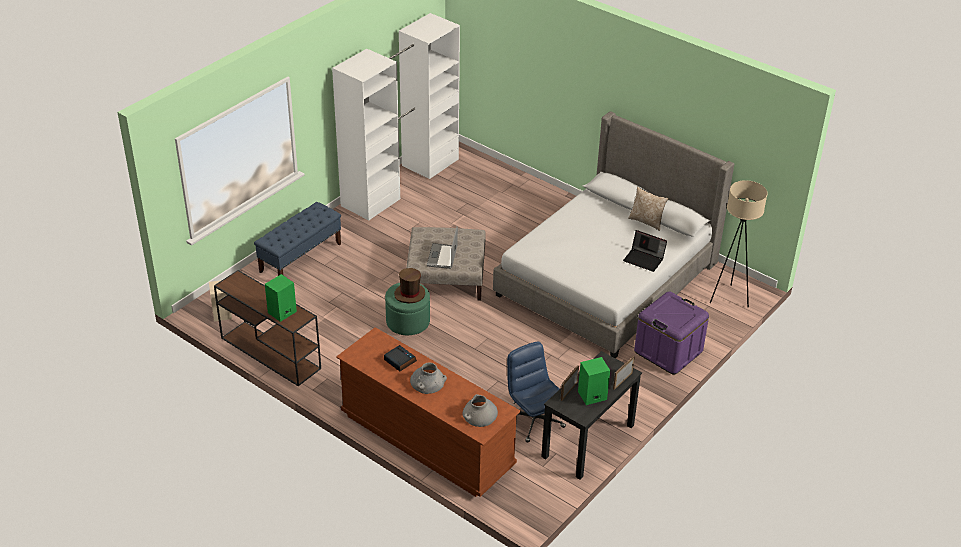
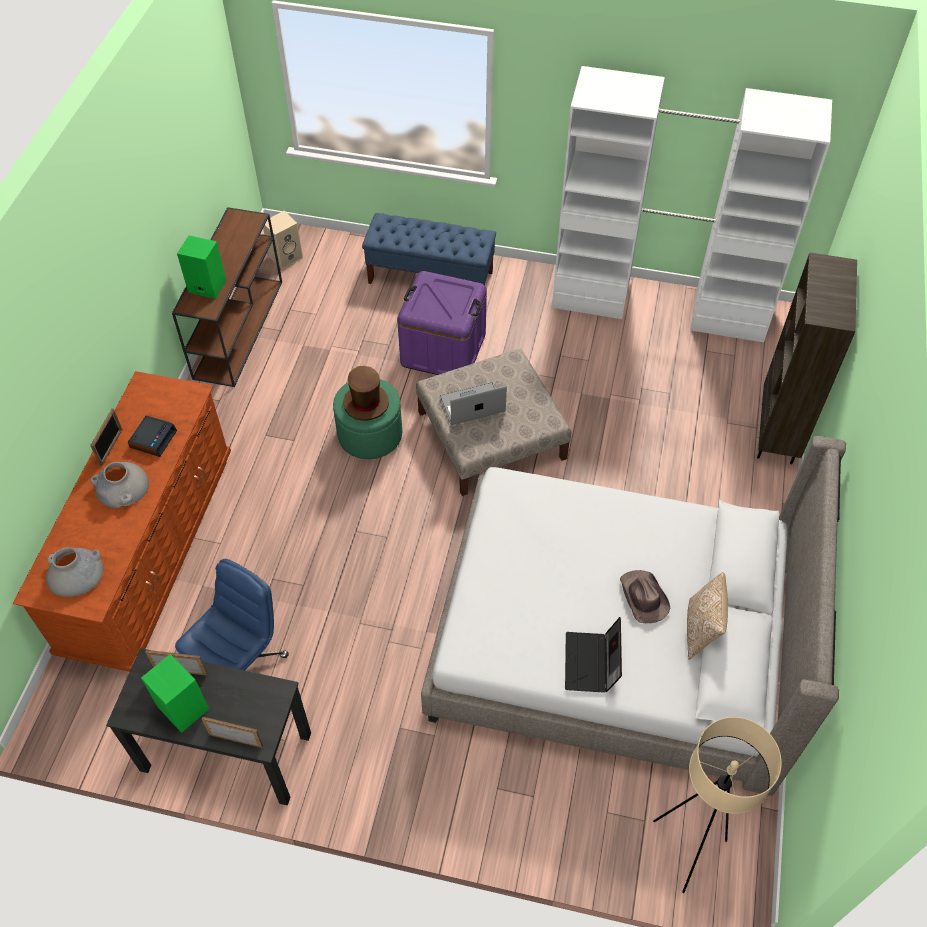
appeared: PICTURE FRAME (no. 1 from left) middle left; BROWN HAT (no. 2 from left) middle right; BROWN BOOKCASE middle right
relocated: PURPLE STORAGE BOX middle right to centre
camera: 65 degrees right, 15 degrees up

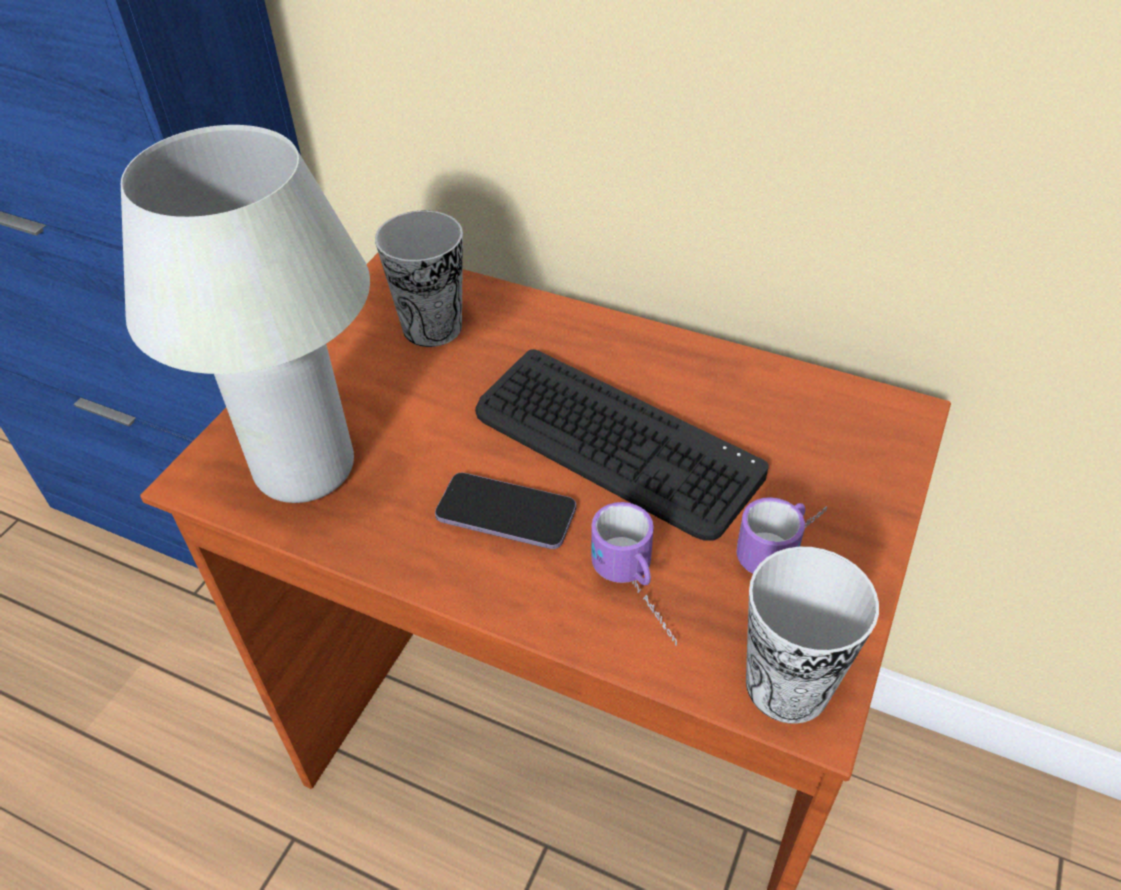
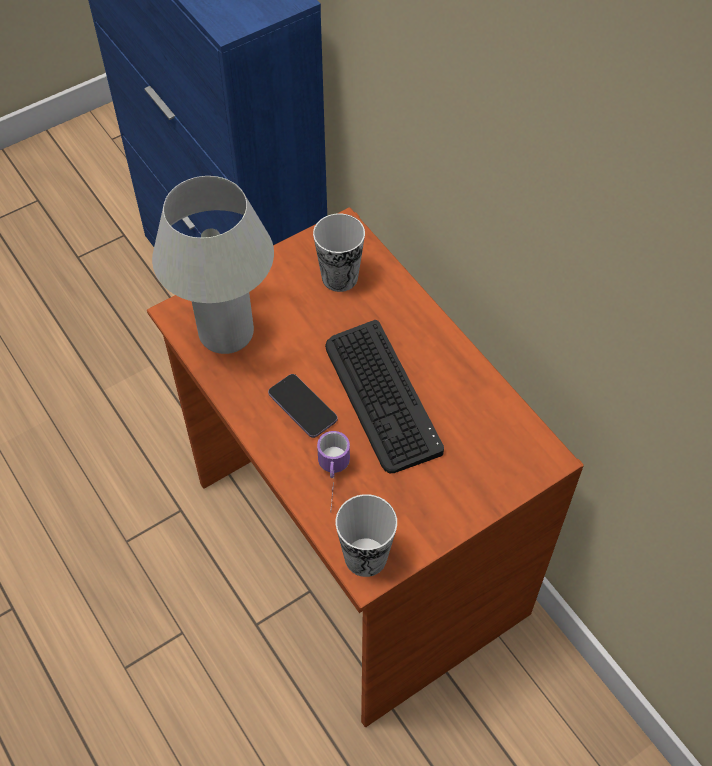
missing: MUG (no. 2 from left) middle right
camera: 30 degrees right, 10 degrees up

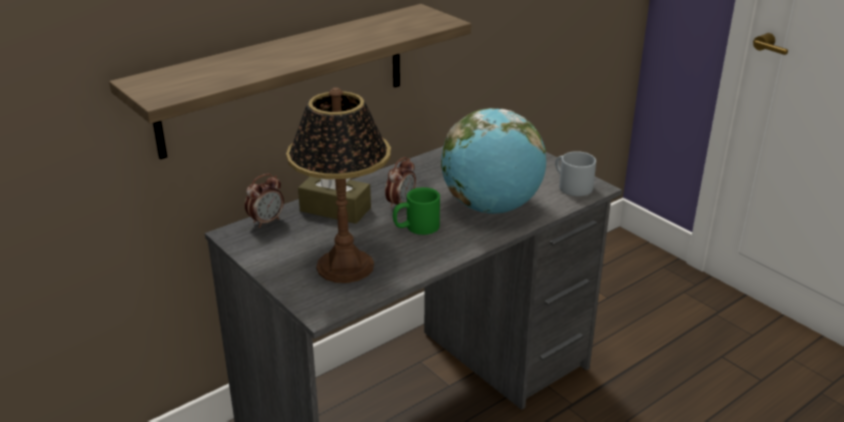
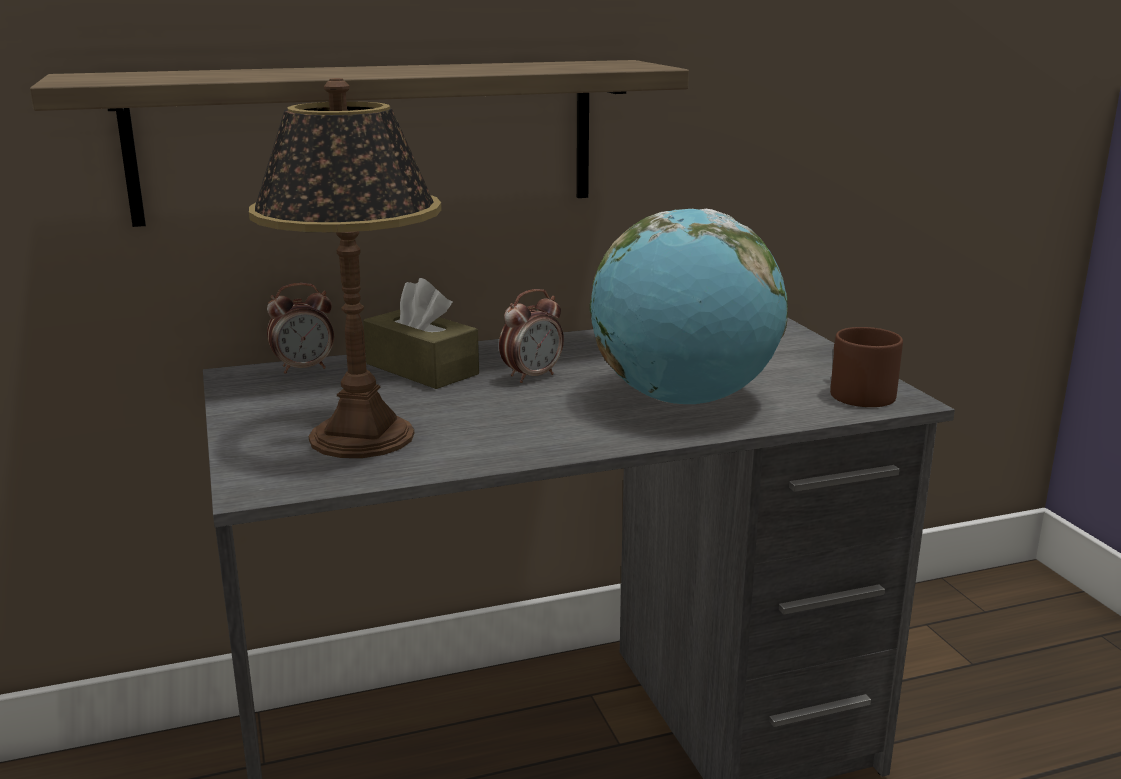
missing: GREEN MUG centre
colour: GREY MUG middle right to BROWN MUG middle right
camera: 20 degrees right, 10 degrees down

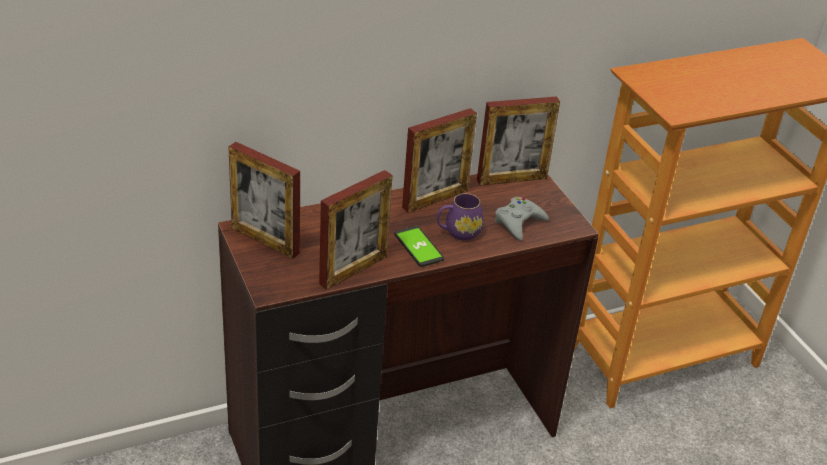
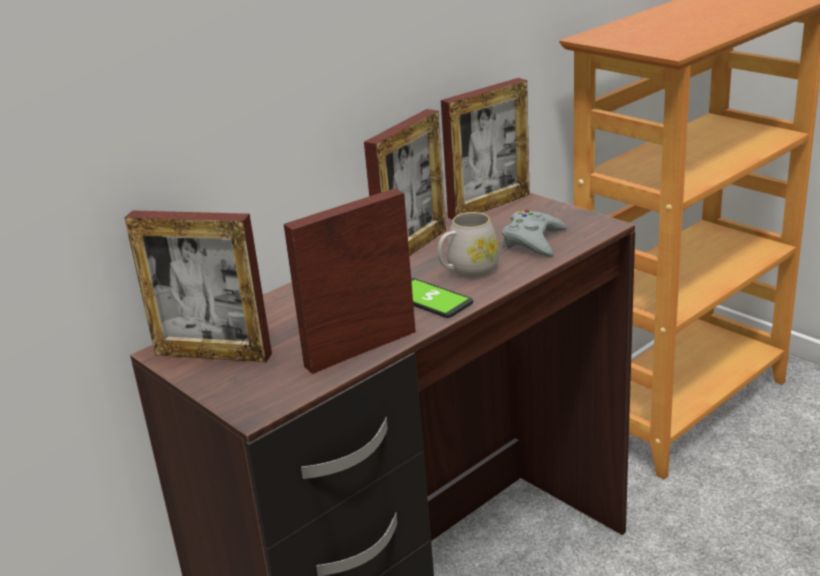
colour: PURPLE MUG centre to WHITE MUG centre
spun: PICTURE FRAME (no. 2 from left) centre = centre 150 degrees counterclockwise
camera: 15 degrees left, 10 degrees down

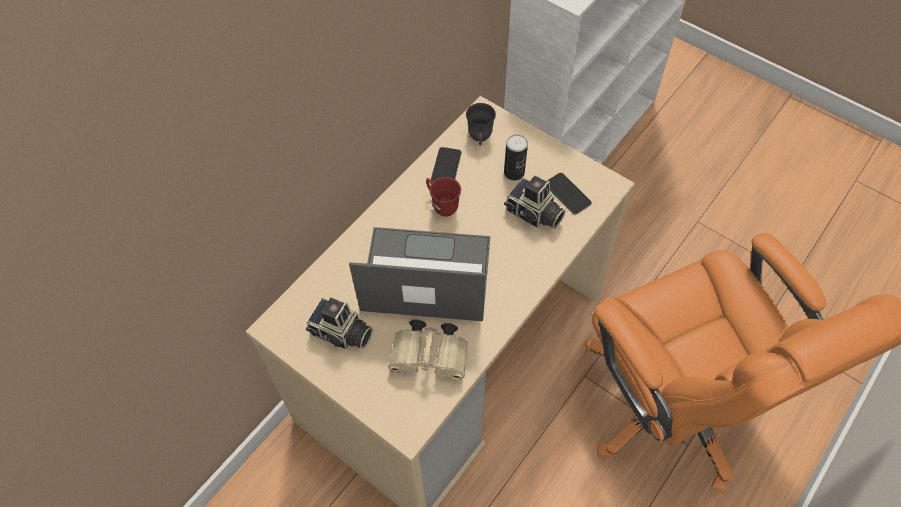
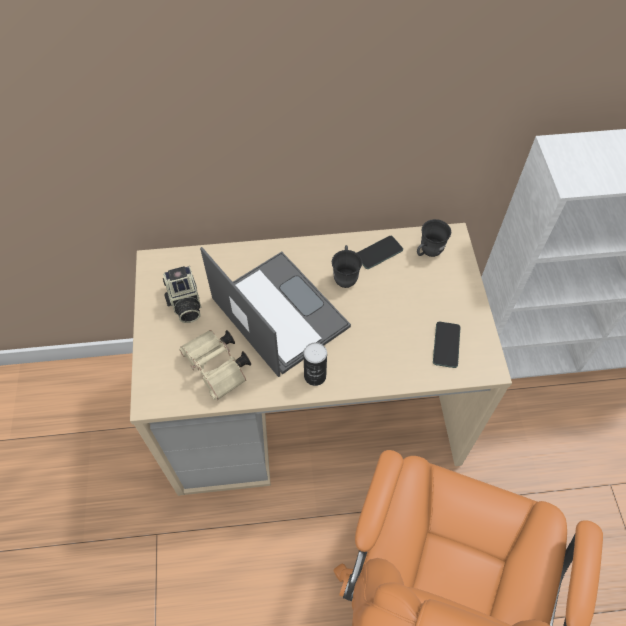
missing: PHOTO CAMERA (no. 2 from left) centre
relocated: CAN top centre to centre
colour: RED MUG centre to GREY MUG (no. 1 from left) centre
camera: 45 degrees right, 0 degrees up

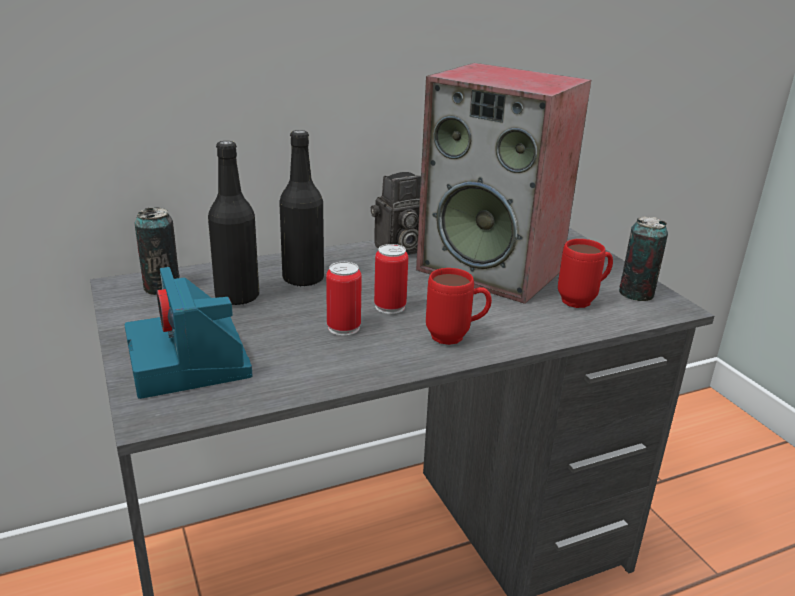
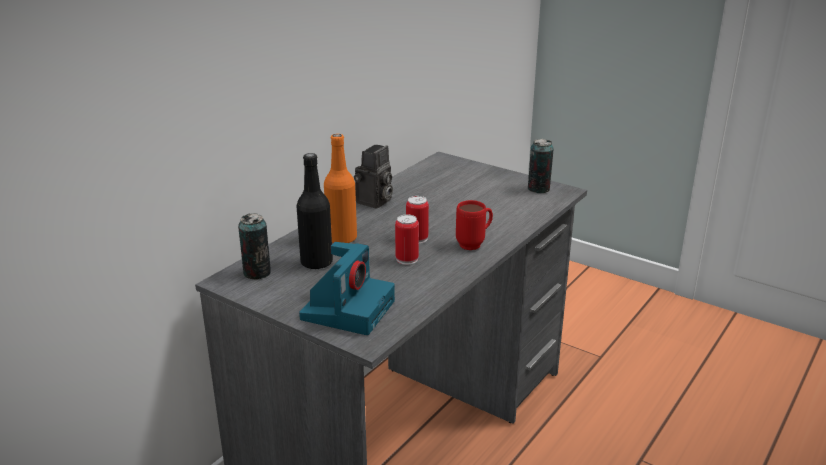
missing: SPEAKER top centre; RED MUG (no. 2 from left) middle right
colour: BLACK BOTTLE (no. 2 from left) centre to ORANGE BOTTLE centre
spun: PHOTO CAMERA (no. 1 from left) middle left = centre 105 degrees counterclockwise
camera: 30 degrees left, 0 degrees up

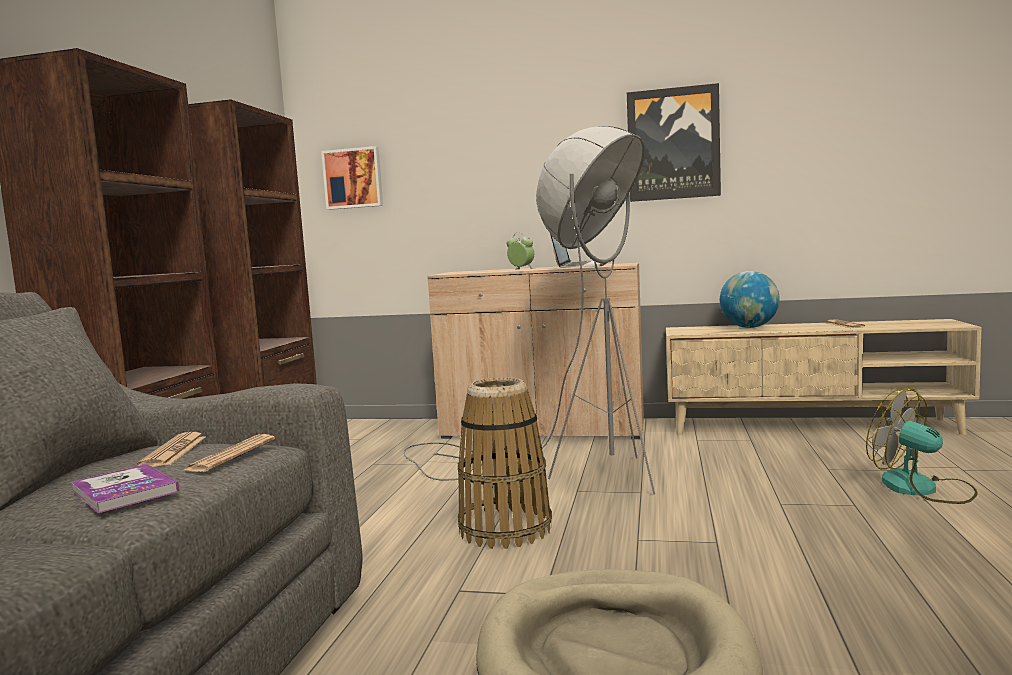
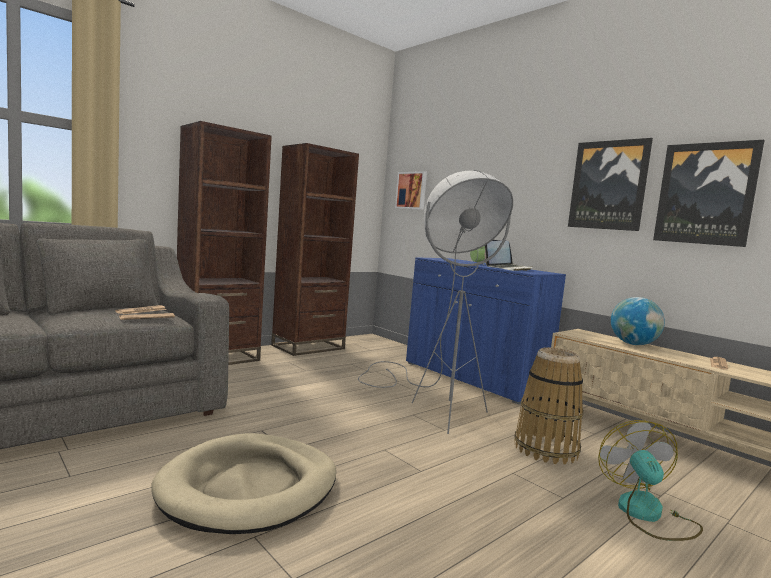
missing: BOOK bottom left
appeared: PICTURE (no. 3 from left) middle right
relocated: BASKET bottom centre to bottom right
colour: BEIGE CABINET centre to BLUE CABINET centre
camera: 35 degrees right, 0 degrees up

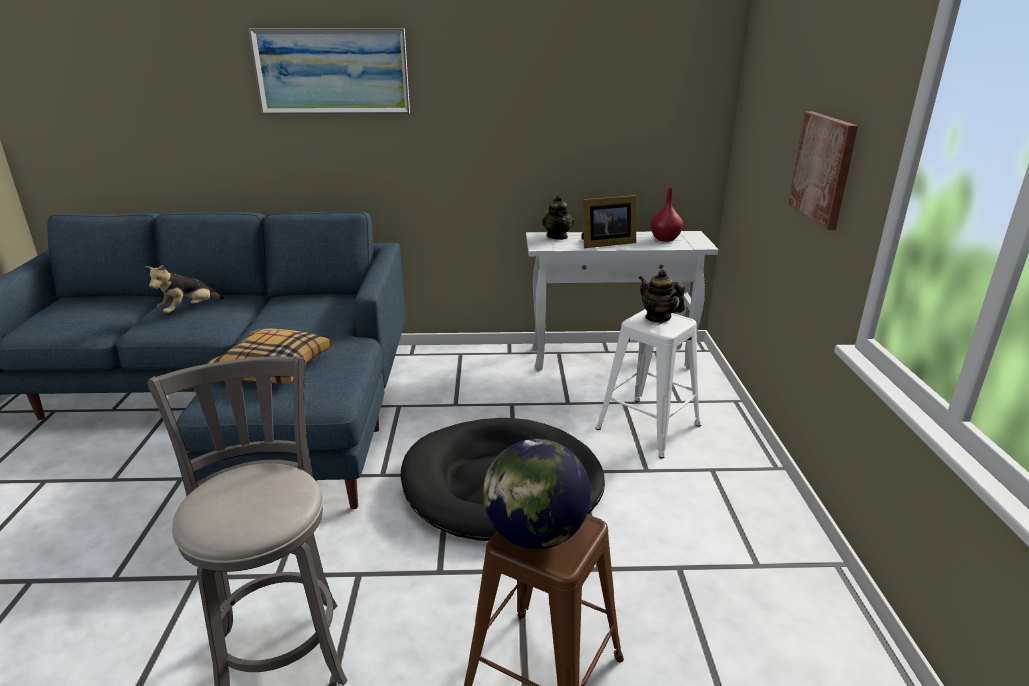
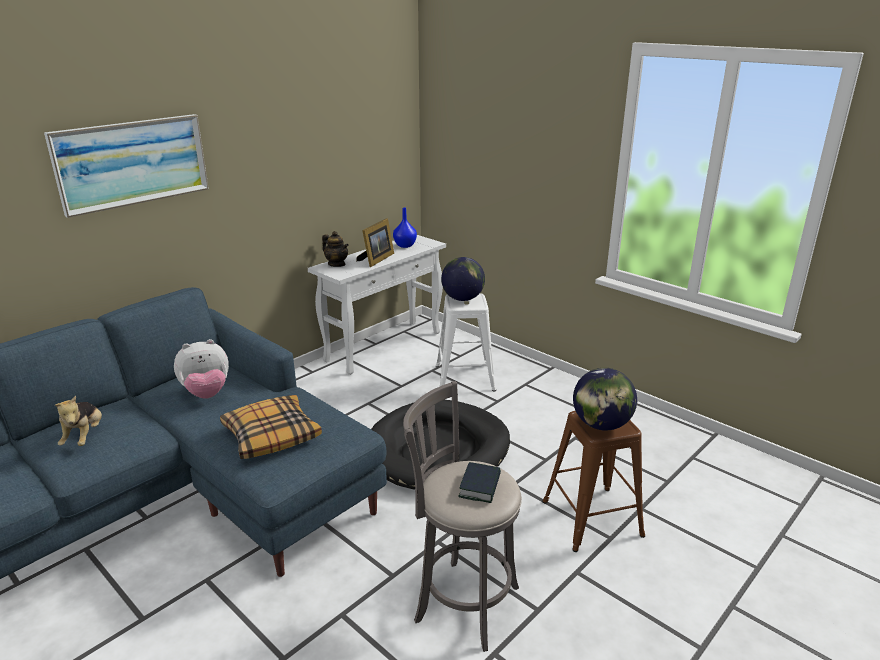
missing: PICTURE (no. 2 from left) top right
appeared: PLUSH TOY (no. 2 from left) middle left; BOOK bottom centre
exchanged: TEAPOT (no. 2 from left) centre to GLOBE (no. 1 from left) centre
colour: RED VASE top centre to BLUE VASE centre
camera: 45 degrees left, 0 degrees up

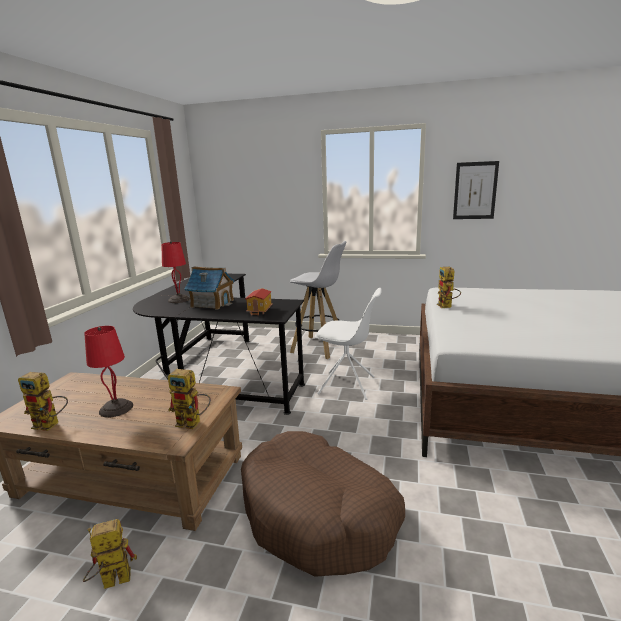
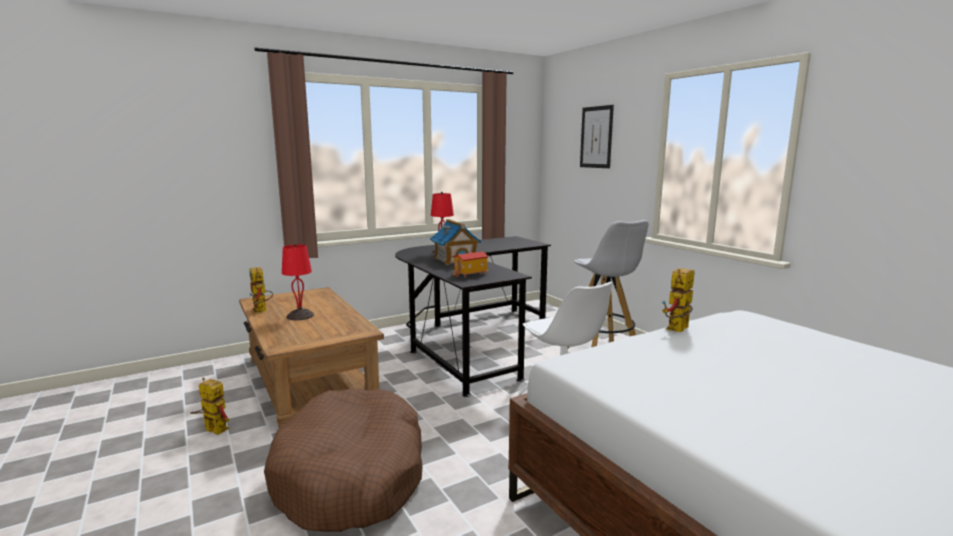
missing: TOY ROBOT (no. 3 from left) middle left
relocated: PICTURE top right to top centre
camera: 45 degrees right, 5 degrees down

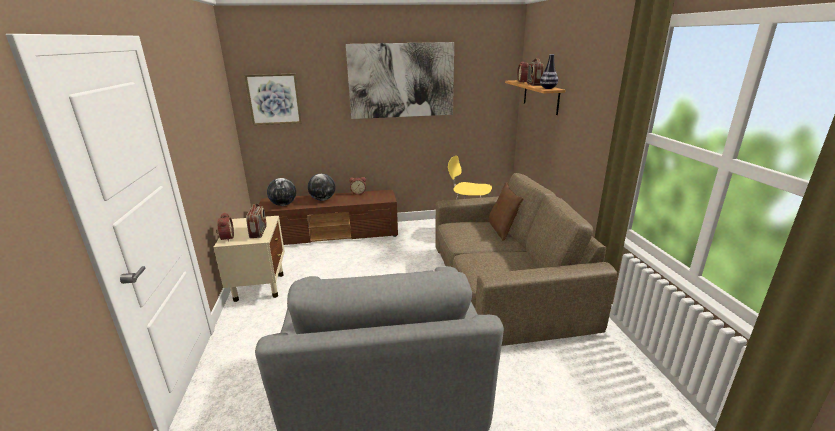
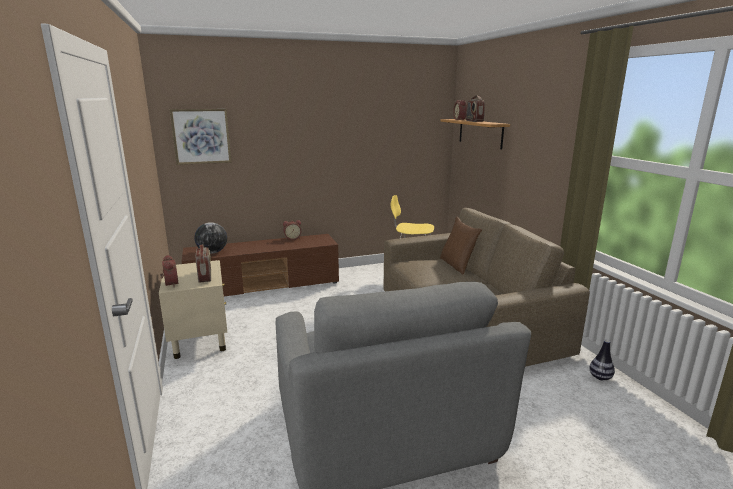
missing: GLOBE (no. 2 from left) centre; PICTURE (no. 2 from left) top centre
relocated: VASE top centre to bottom right
camera: 10 degrees left, 5 degrees down

